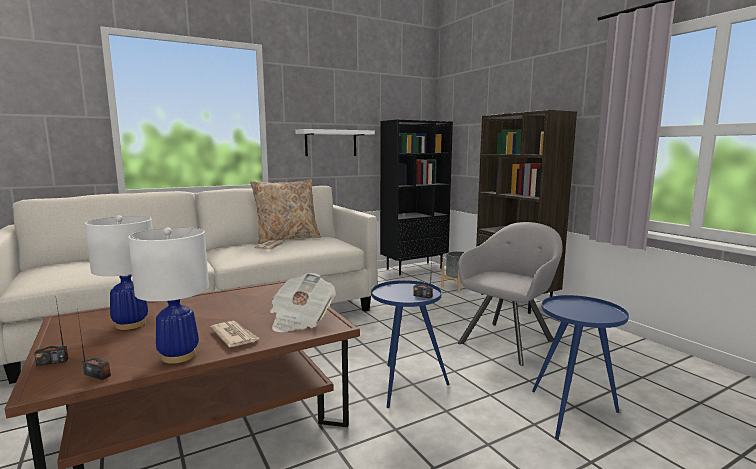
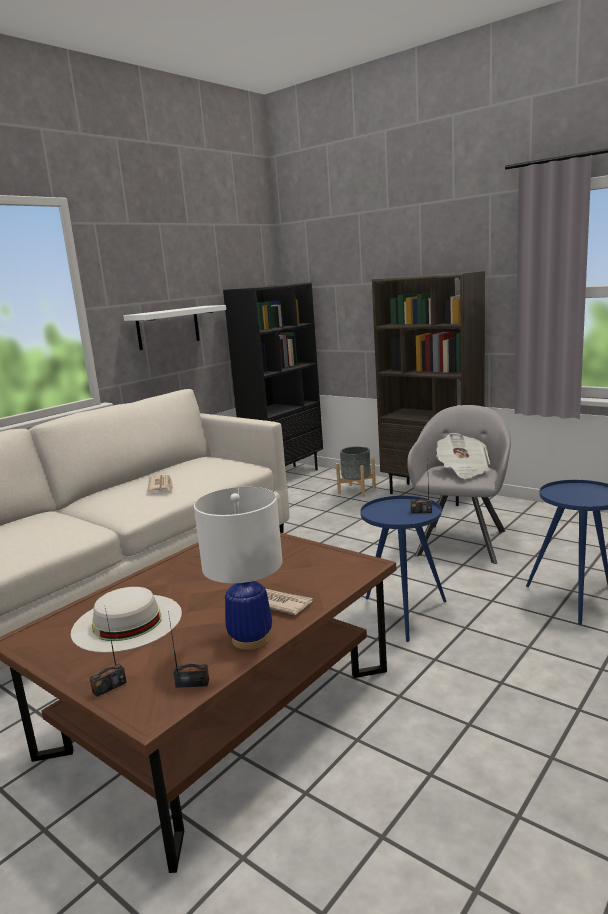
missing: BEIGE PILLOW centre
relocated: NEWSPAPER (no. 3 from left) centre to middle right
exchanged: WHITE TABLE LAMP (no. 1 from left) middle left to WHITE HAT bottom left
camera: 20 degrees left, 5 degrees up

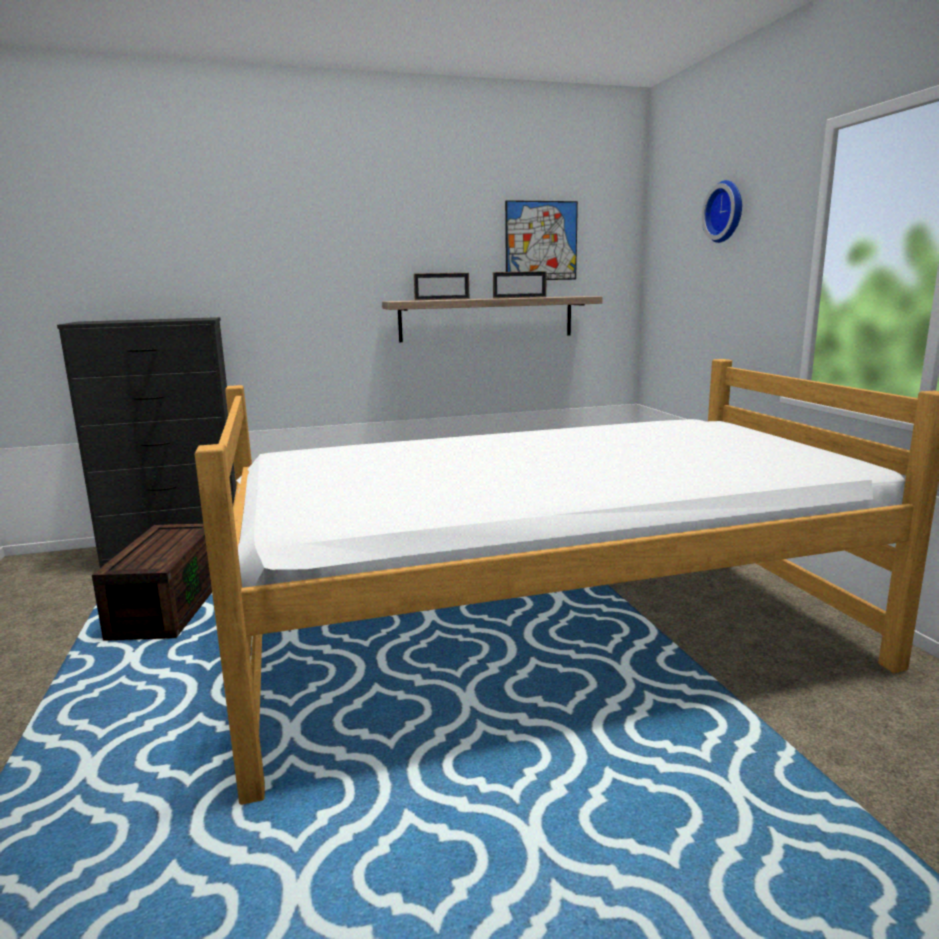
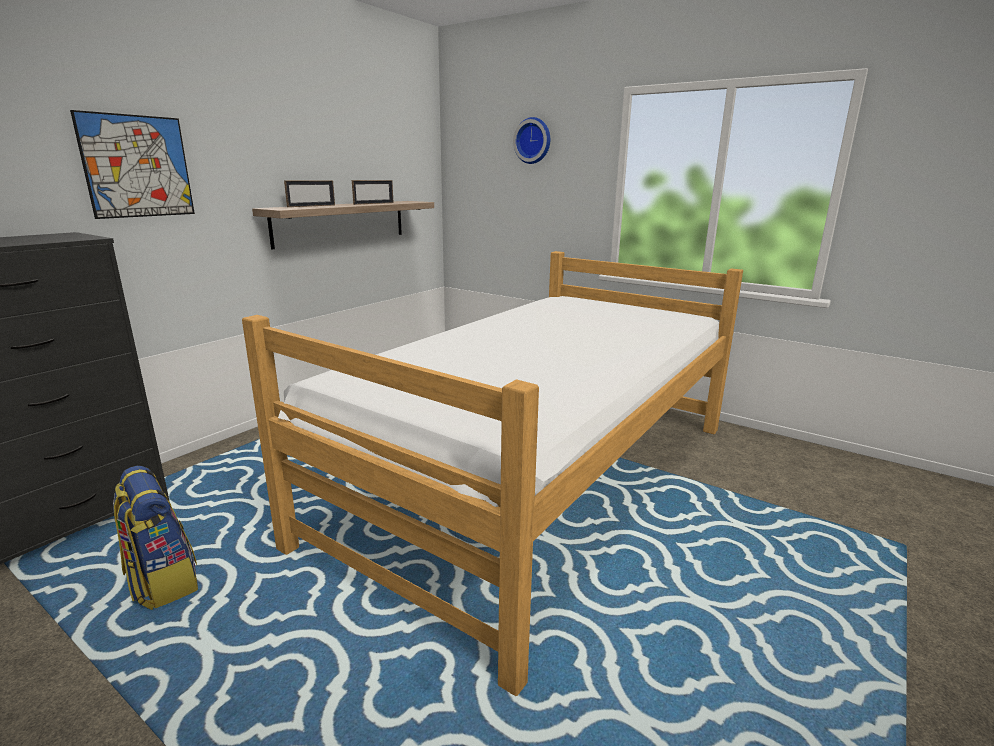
relocated: PICTURE top centre to top left
exchanged: BROWN STORAGE BOX middle left to BACKPACK bottom left
camera: 40 degrees left, 5 degrees up

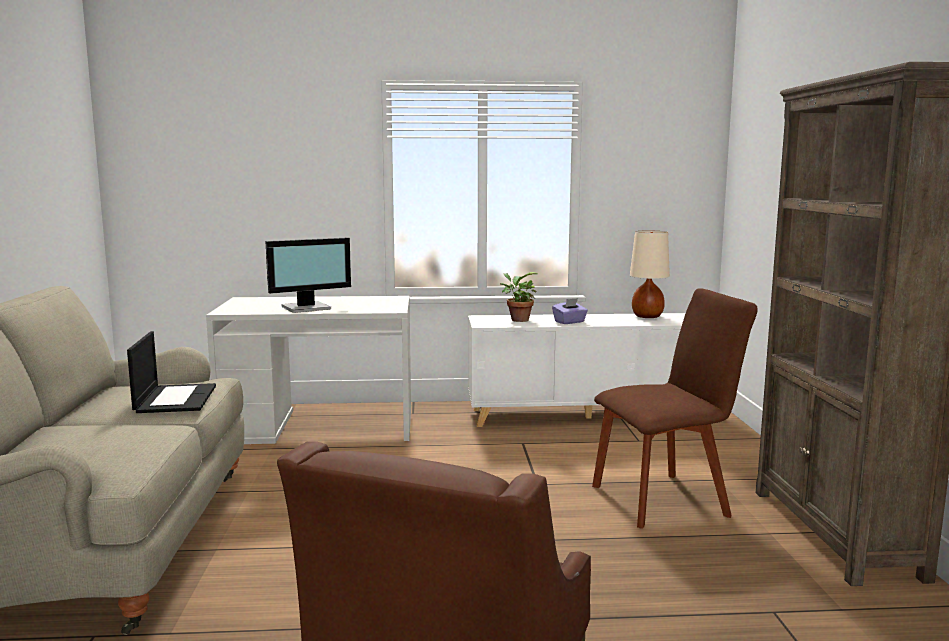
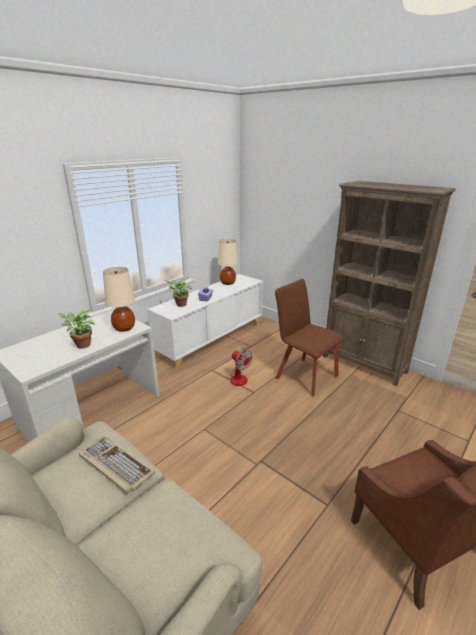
appeared: BEIGE TABLE LAMP (no. 1 from left) middle left; FAN centre
exchanged: LAPTOP middle left to KEYBOARD bottom left; MONITOR middle left to POTTED PLANT (no. 1 from left) middle left
spun: BROWN CHAIR middle right = centre 75 degrees counterclockwise
camera: 45 degrees left, 15 degrees up

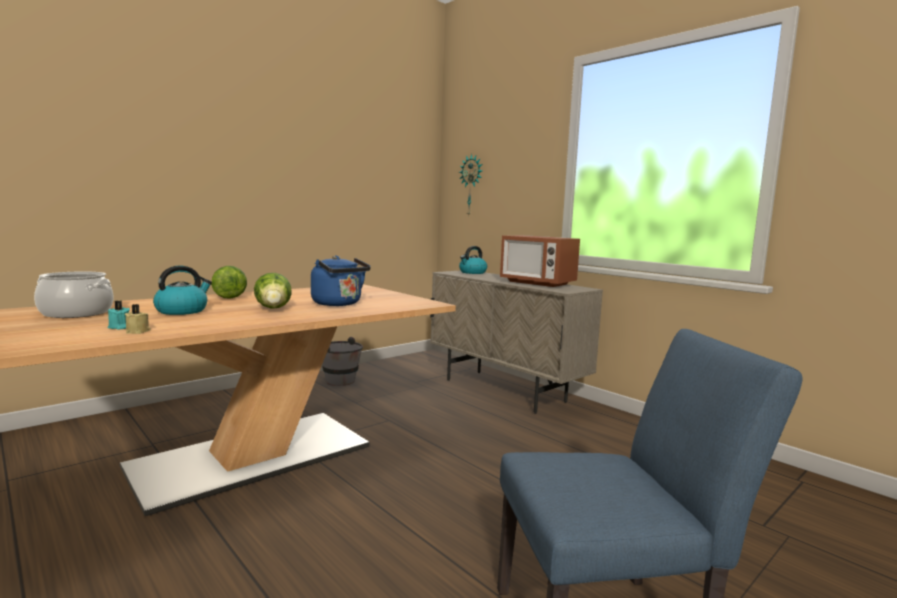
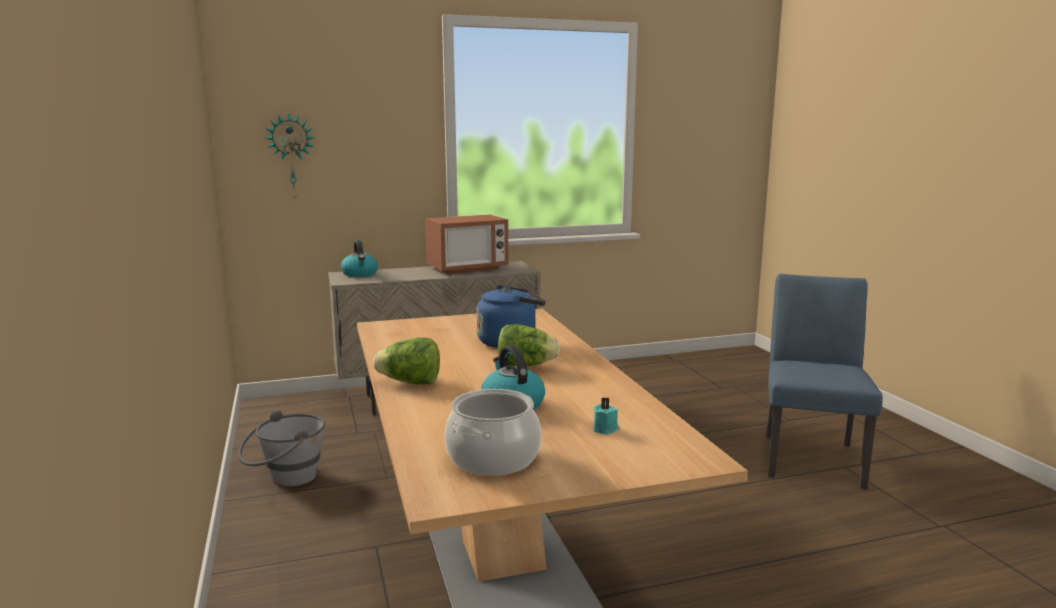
missing: BEIGE CANDLE middle left
camera: 65 degrees left, 5 degrees up

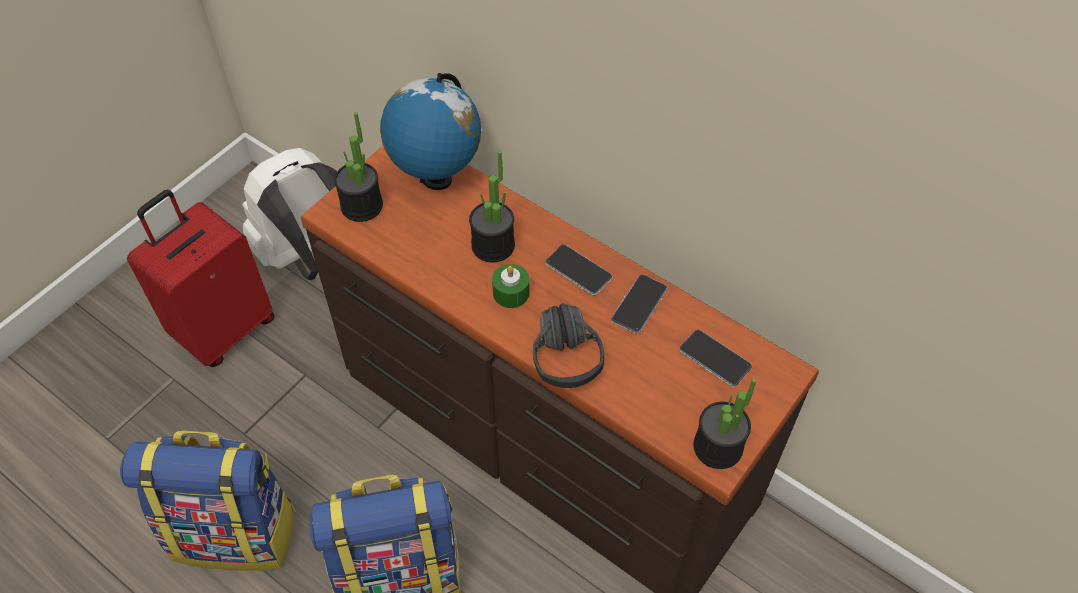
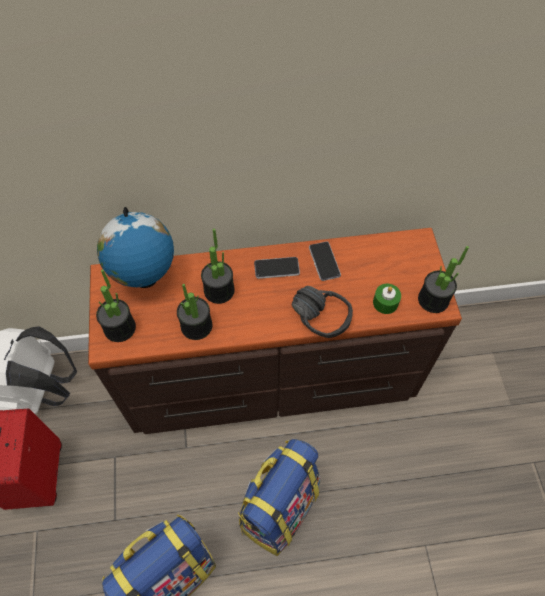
missing: PHONE (no. 3 from left) centre
appeared: POTTED PLANT (no. 2 from left) centre
relocated: GREEN CANDLE centre to middle right
camera: 45 degrees left, 5 degrees up

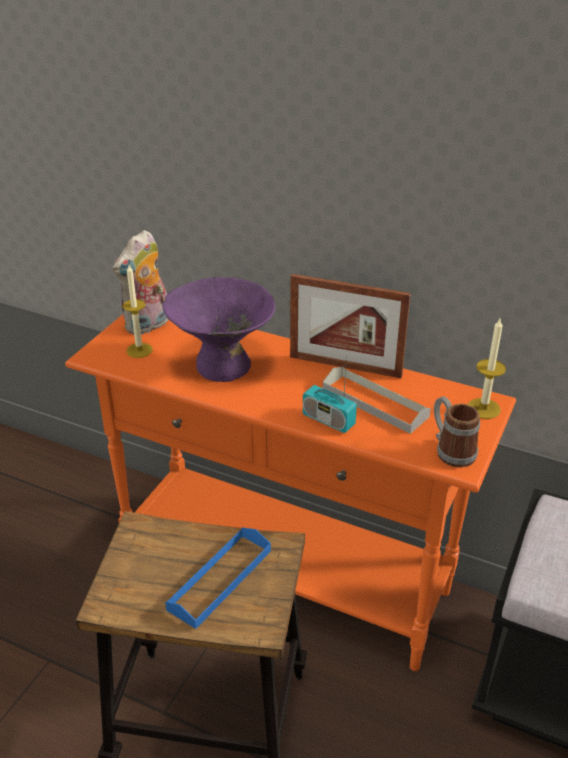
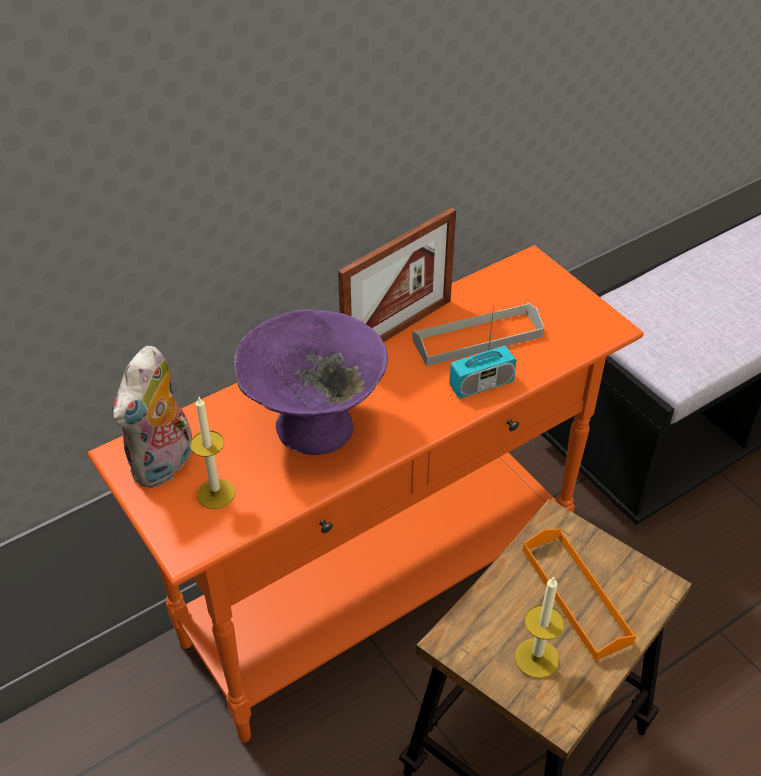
missing: MUG middle right
relocated: CANDLE (no. 2 from left) middle right to bottom right
colour: BLUE TRAY bottom centre to ORANGE TRAY bottom right
spun: PLUSH TOY middle left = middle left 45 degrees clockwise
camera: 60 degrees left, 10 degrees up

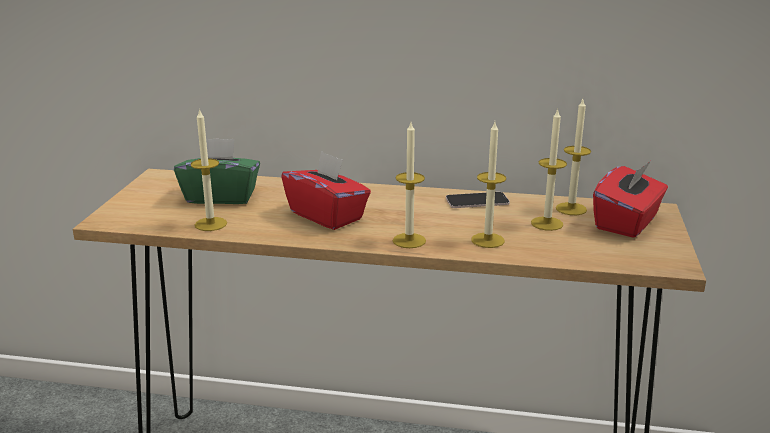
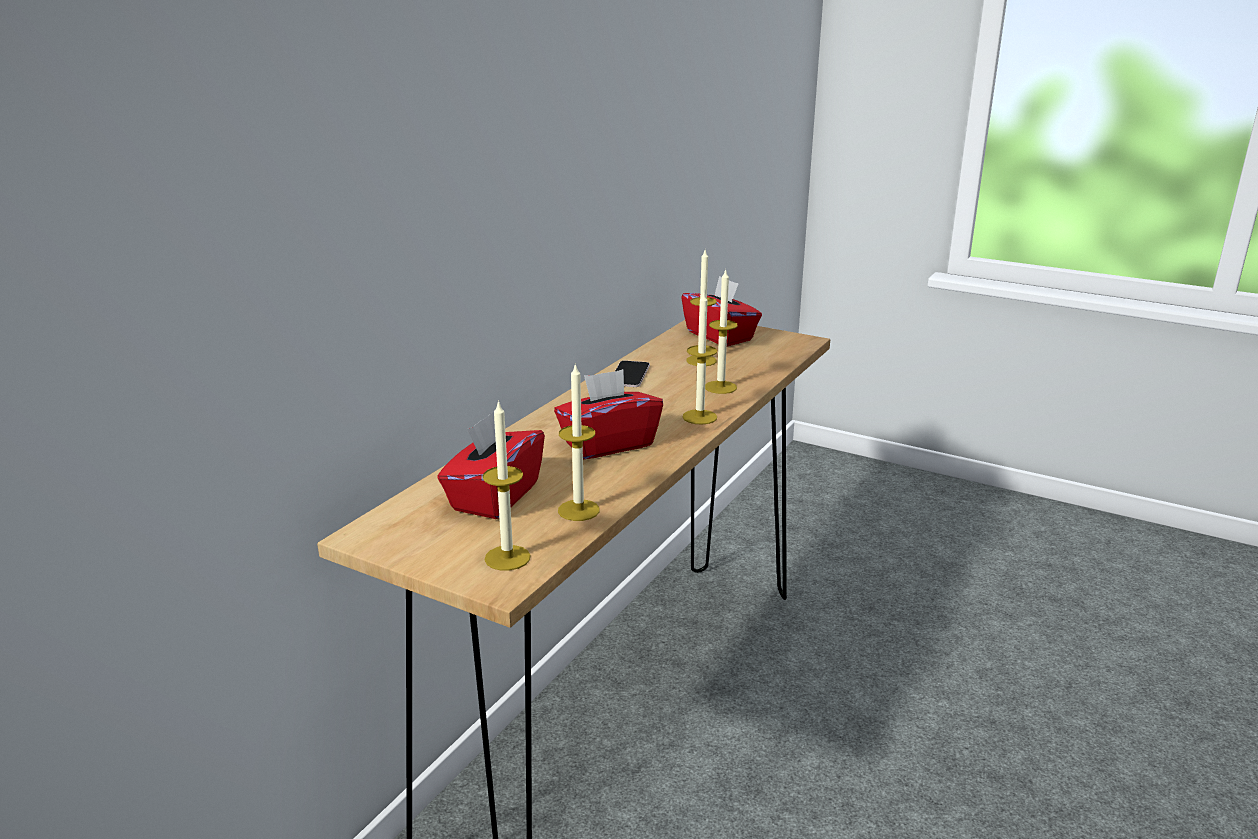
relocated: CANDLE (no. 5 from left in the first image) middle right to CANDLE (no. 1 from left) centre
colour: GREEN TISSUE BOX middle left to RED TISSUE BOX (no. 1 from left) centre
camera: 70 degrees left, 0 degrees up

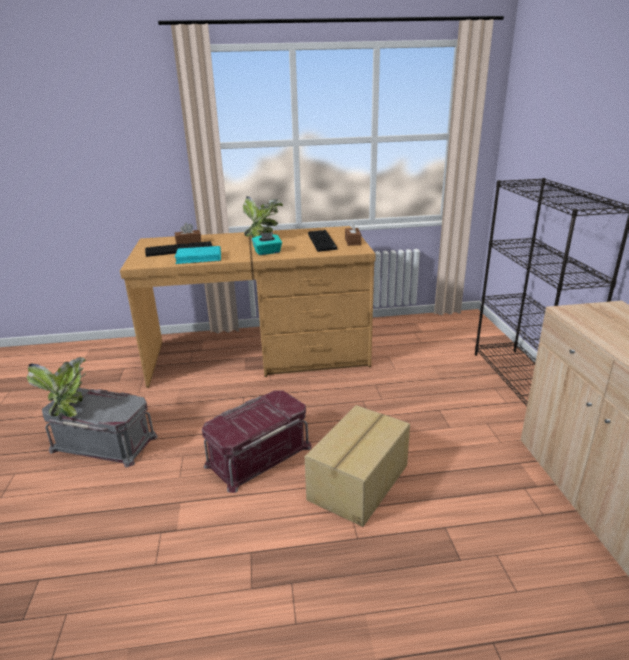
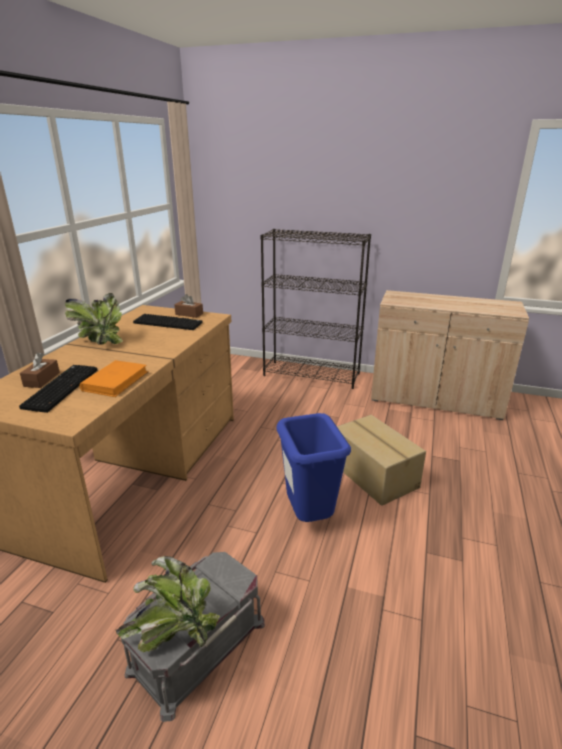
missing: TURQUOISE TISSUE BOX centre
exchanged: RED STORAGE BOX bottom centre to BLUE TRASH CAN centre
colour: TURQUOISE BOOK middle left to ORANGE BOOK middle left
camera: 65 degrees left, 0 degrees up

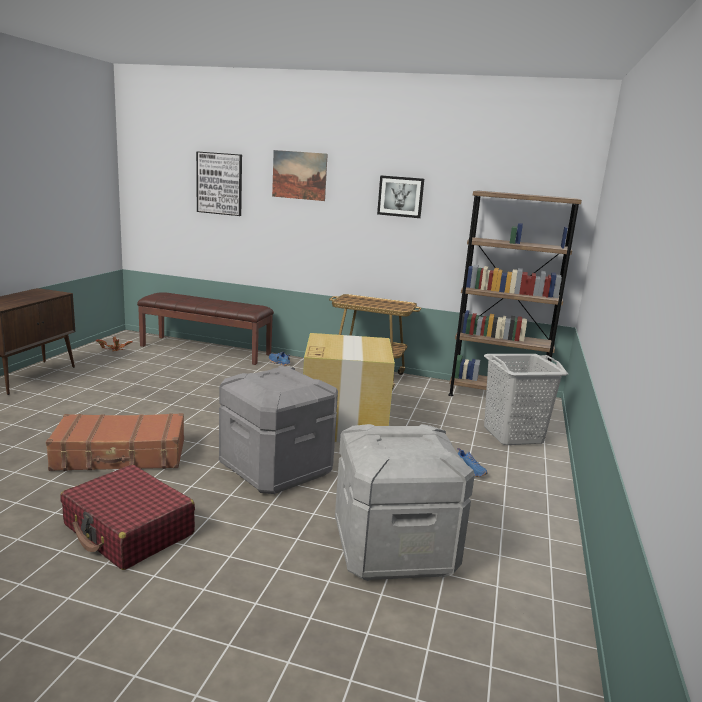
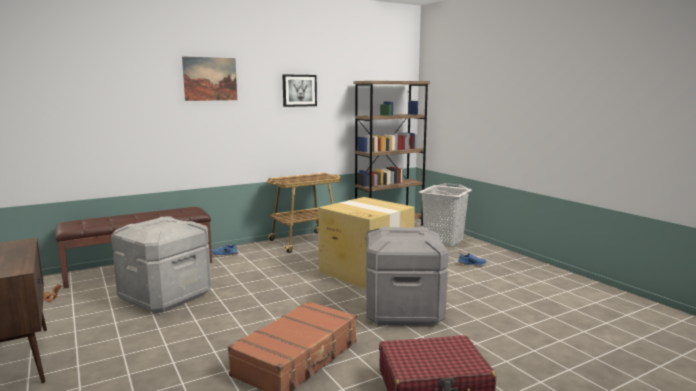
missing: PICTURE (no. 1 from left) top left
relocated: GREY STORAGE BOX (no. 2 from left in the first image) bottom centre to GREY STORAGE BOX (no. 1 from left) bottom left
camera: 45 degrees left, 5 degrees down

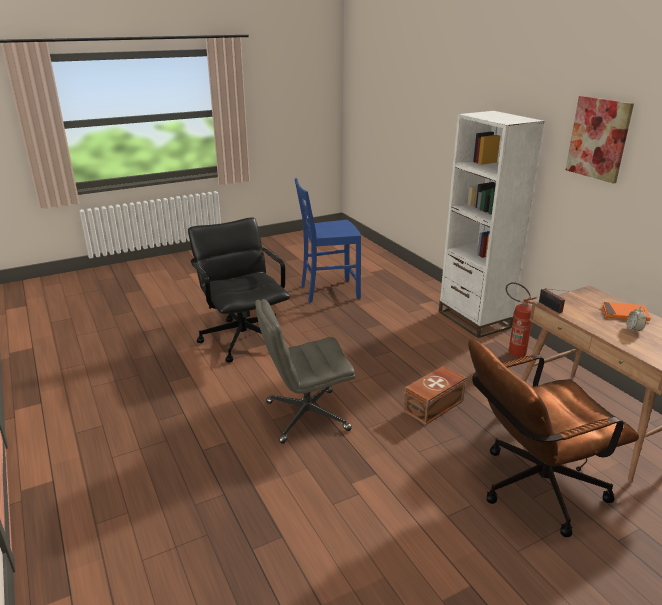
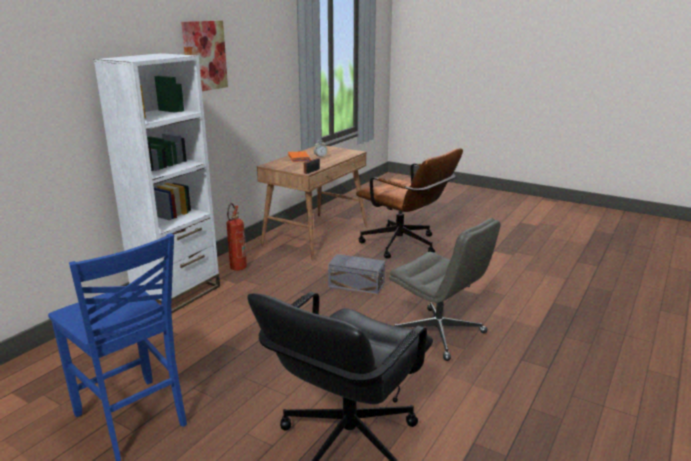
colour: BROWN STORAGE BOX centre to GREY STORAGE BOX centre
camera: 120 degrees left, 5 degrees down

